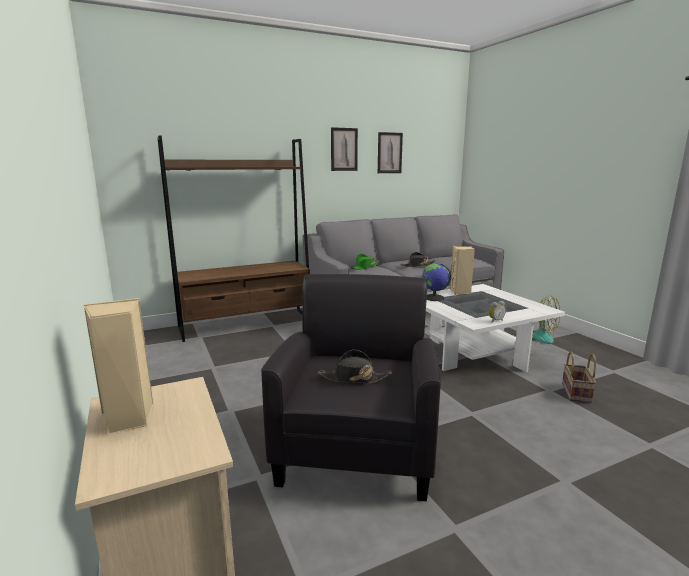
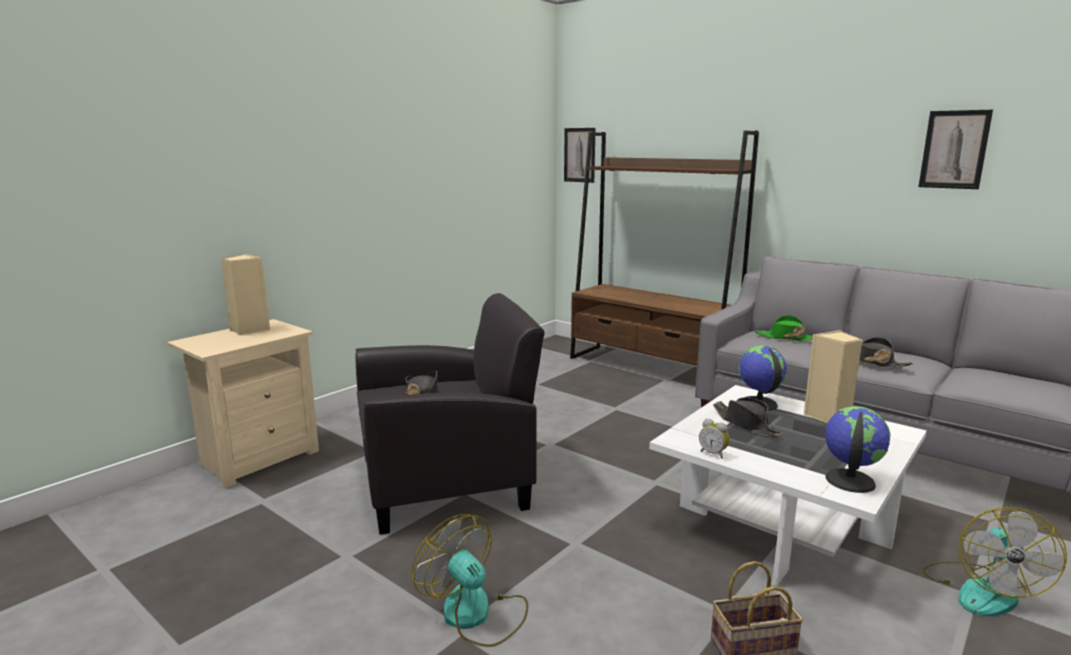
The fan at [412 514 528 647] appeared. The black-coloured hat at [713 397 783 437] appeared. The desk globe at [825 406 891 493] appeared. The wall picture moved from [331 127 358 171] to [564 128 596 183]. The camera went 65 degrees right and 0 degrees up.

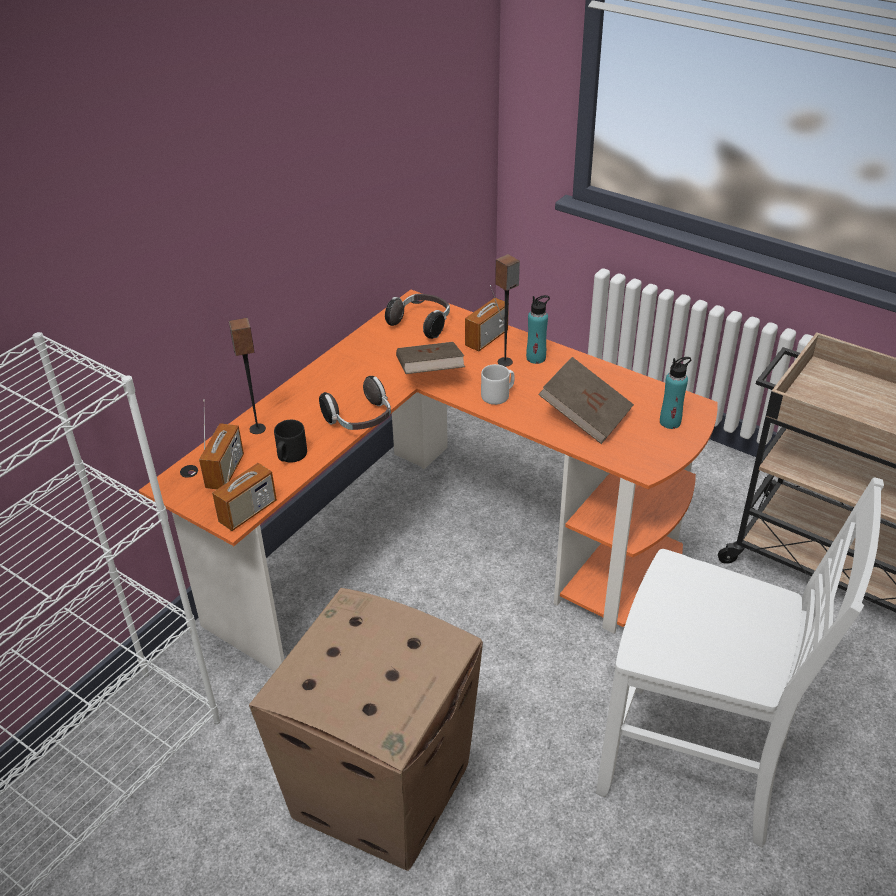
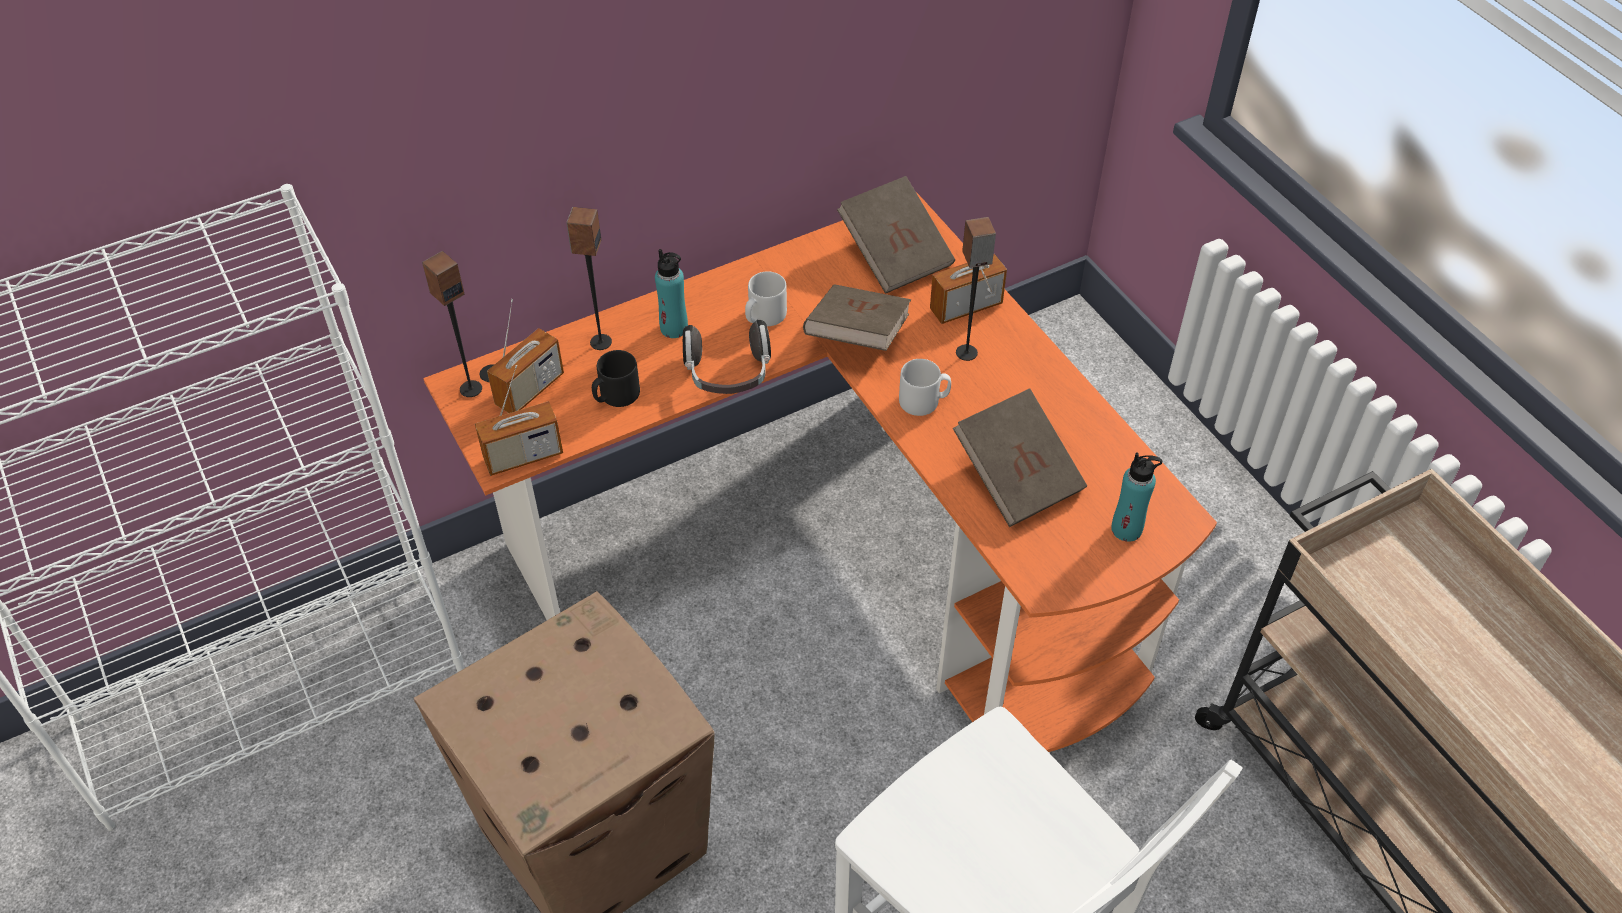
The audio speaker at [422 251 482 397] appeared. The gray mug at [745 271 787 326] appeared. The turquoise-coloured drink bottle moved from [526 295 550 364] to [655 249 688 338]. The headphones at [385 294 450 339] was replaced by the brown bound book at [837 176 955 294]. The camera went 25 degrees right and 10 degrees up.

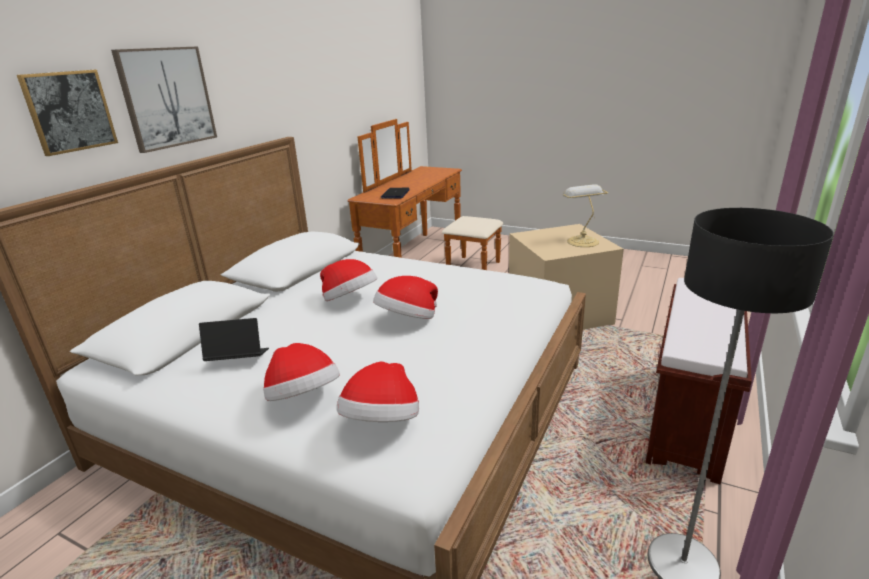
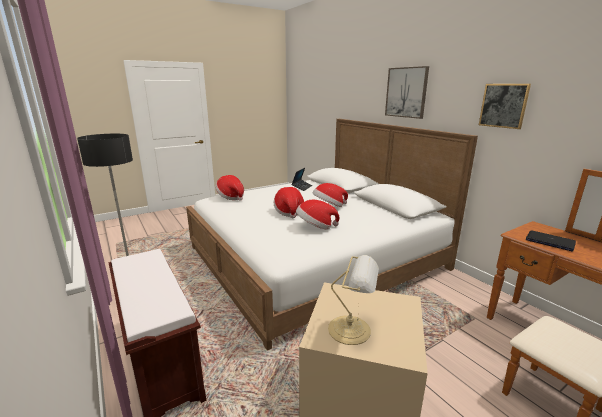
The wall picture moved from [17 70 118 156] to [479 84 531 129]. The hat moved from [263 343 340 401] to [296 200 339 229]. The camera went 120 degrees right and 5 degrees down.

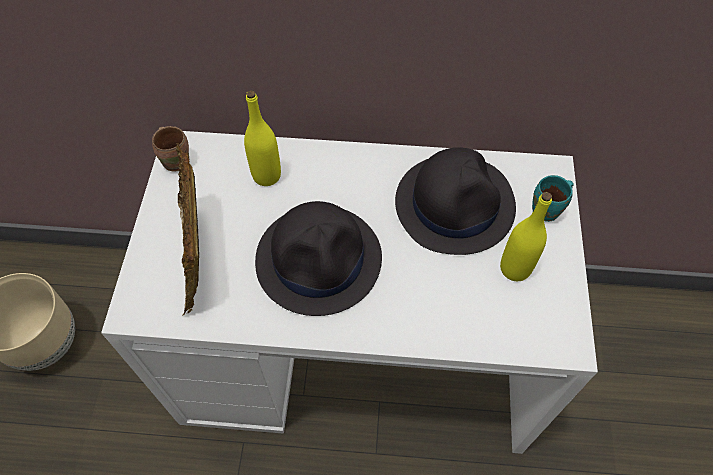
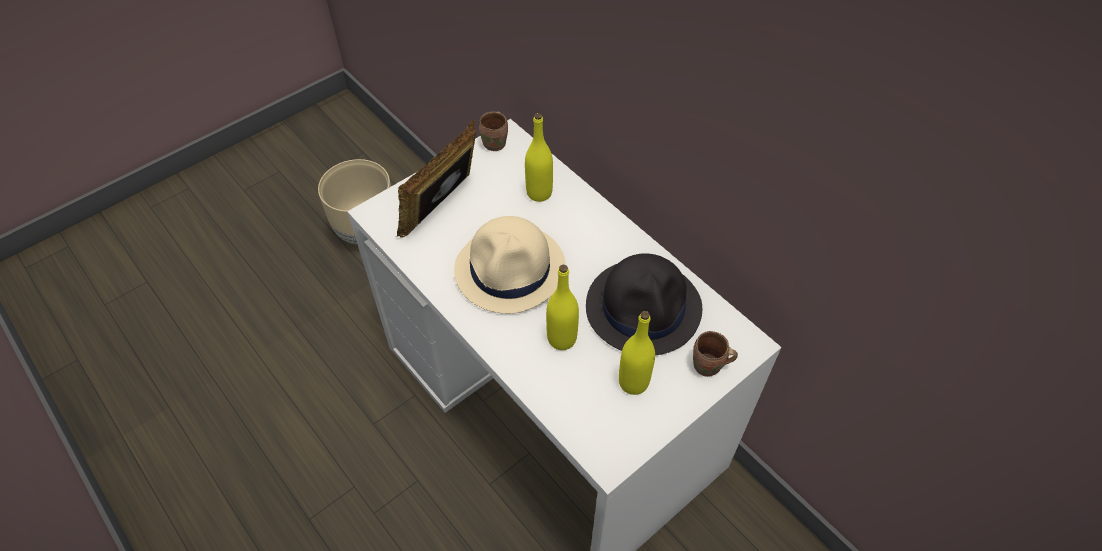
The yellowish drink bottle at [546 265 579 350] appeared. The black-coloured hat at [255 201 382 316] became the sand-coloured hat at [454 216 566 314]. The turquoise-coloured mug at [532 175 574 222] became the brown mug at [693 331 738 377]. The camera went 45 degrees right and 5 degrees down.

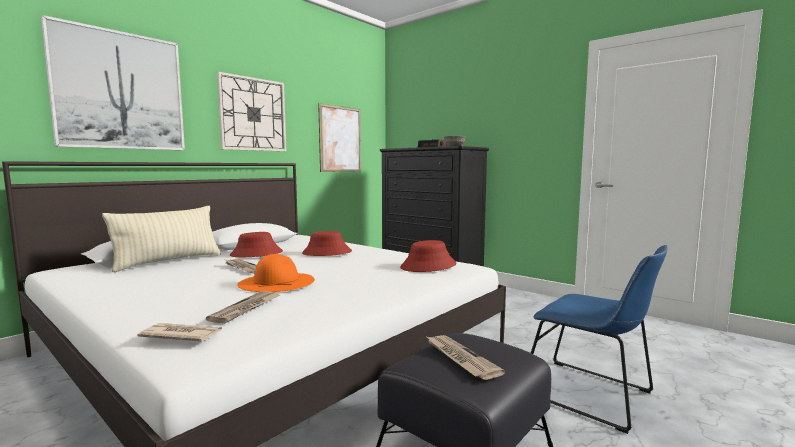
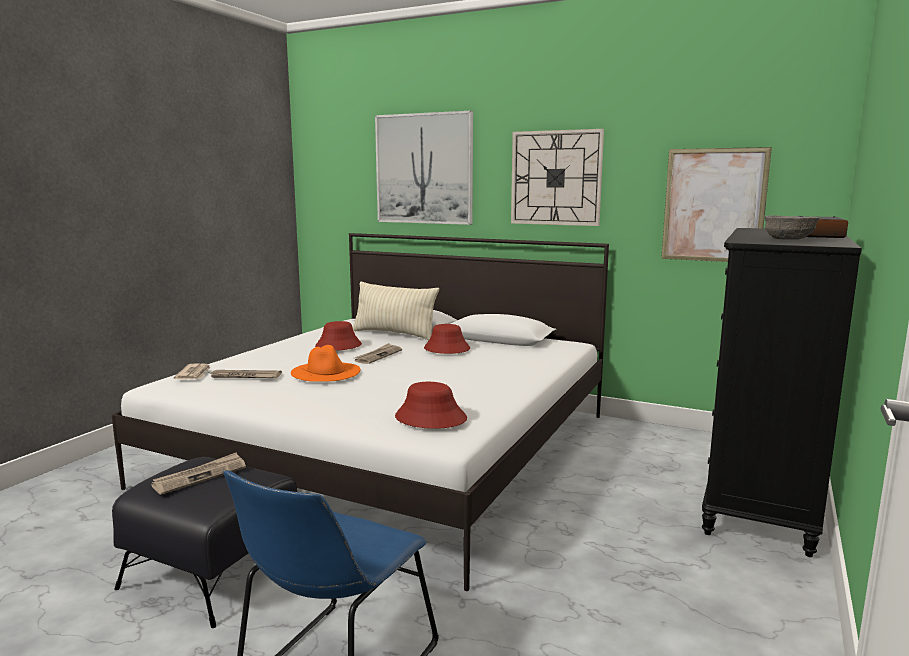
The red-coloured hat moved from [302 231 352 256] to [315 321 362 351]. The camera went 75 degrees right and 5 degrees up.

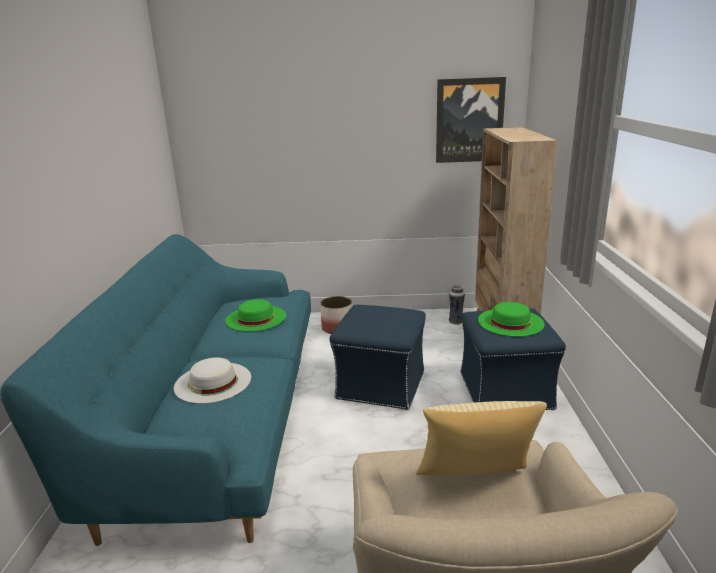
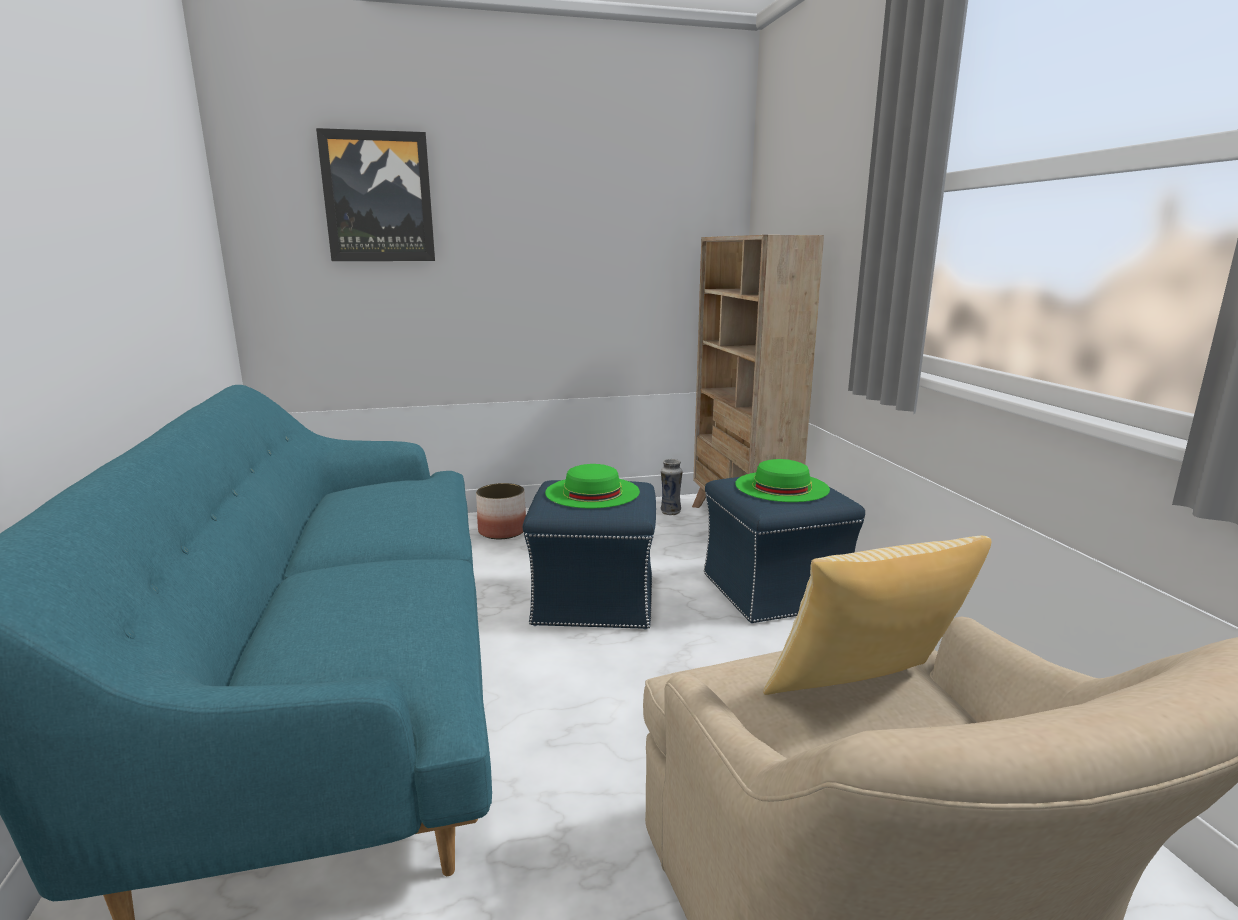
The white hat at [174 357 251 404] disappeared. The greenish hat moved from [225 299 286 332] to [545 464 640 508]. The wall picture moved from [436 77 506 163] to [316 128 435 261]. The camera went 15 degrees left and 5 degrees down.

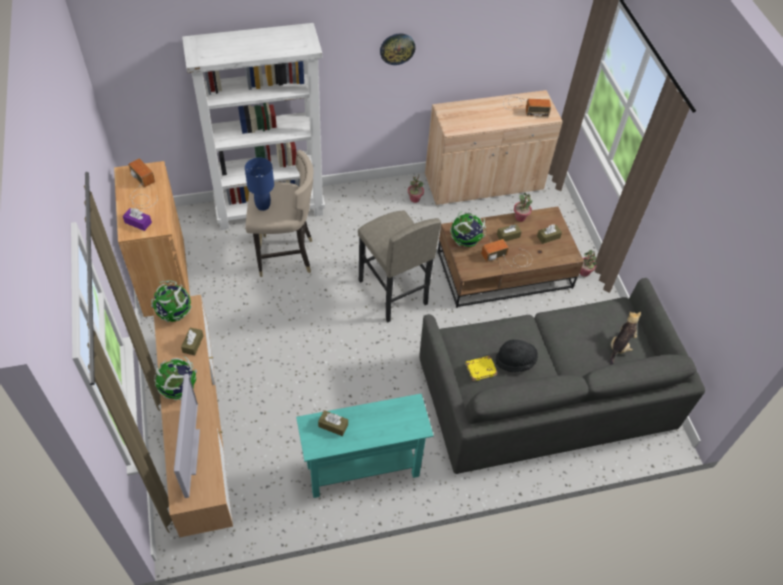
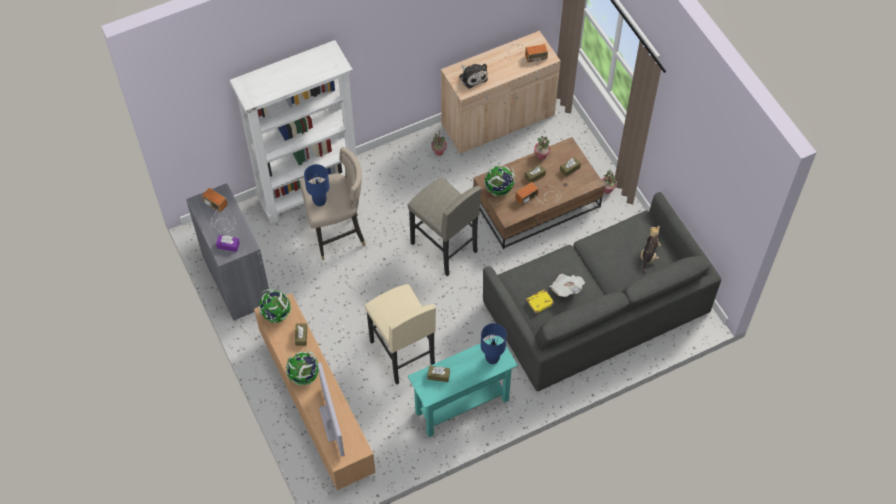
The hanging clock at [380 33 416 65] disappeared. The sand-coloured sitting stool at [365 284 436 385] appeared. The cuddly toy at [459 64 488 89] appeared. The blue-coloured lamp for a table at [481 323 507 364] appeared. The black-coloured hat at [496 340 538 372] was replaced by the printed paper at [550 274 585 297]. The brown cupboard at [114 161 190 317] became the gray cupboard at [186 183 270 321]. The camera went 10 degrees left and 5 degrees up.

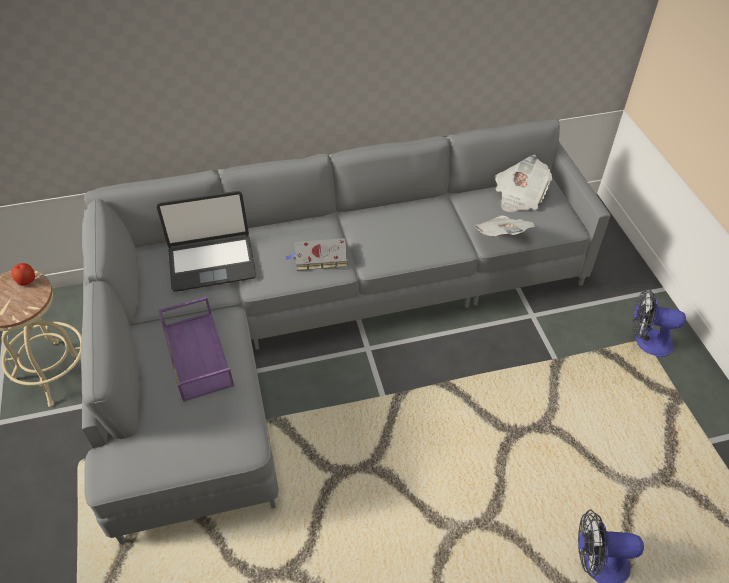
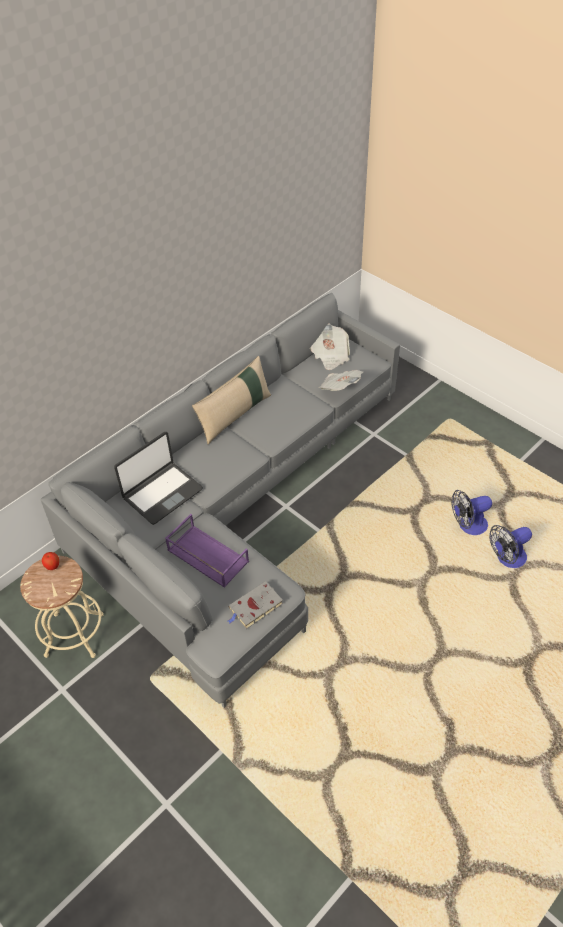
The sand-coloured throw pillow at [192 356 271 444] appeared. The gray bound book moved from [285 238 348 271] to [228 581 283 629]. The fan moved from [633 289 686 357] to [451 490 492 535]. The camera went 30 degrees left and 0 degrees up.

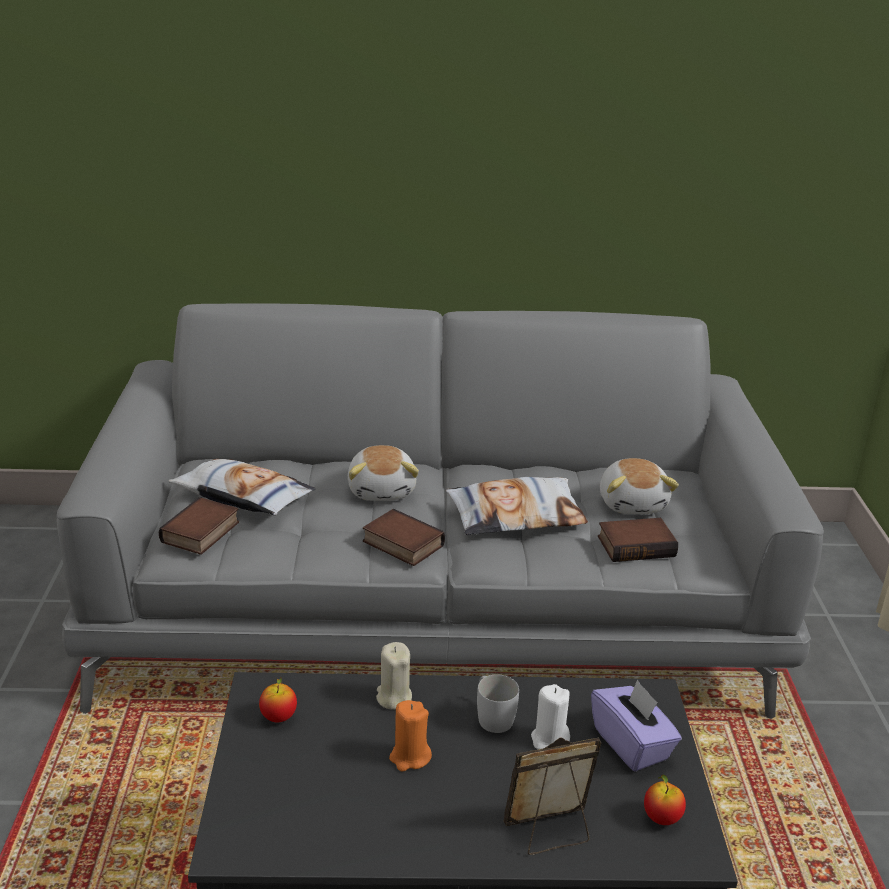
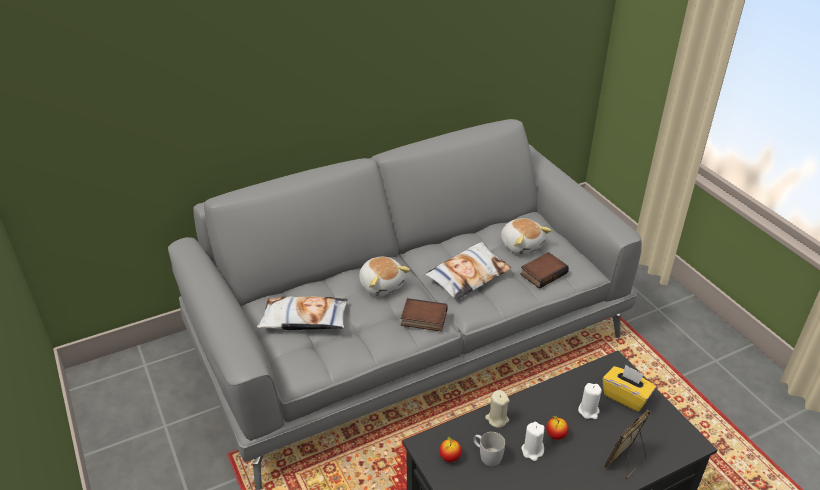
The bound book at [159 497 239 555] disappeared. The white mug moved from [477 674 519 733] to [473 432 505 466]. The apple moved from [644 775 686 825] to [546 415 568 440]. The orange-coloured wax candle at [389 700 432 772] became the white wax candle at [521 422 544 461]. The purple tissue holder at [591 679 682 771] became the yellowish tissue holder at [603 364 656 412]. The camera went 25 degrees left and 10 degrees up.

